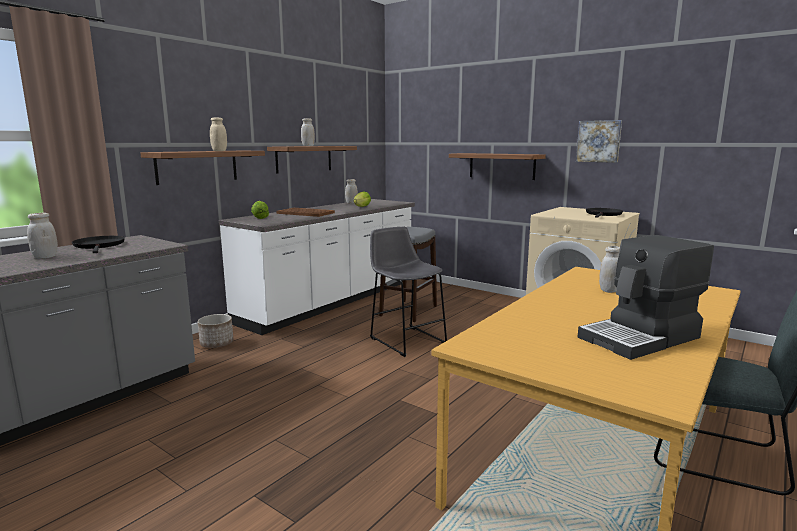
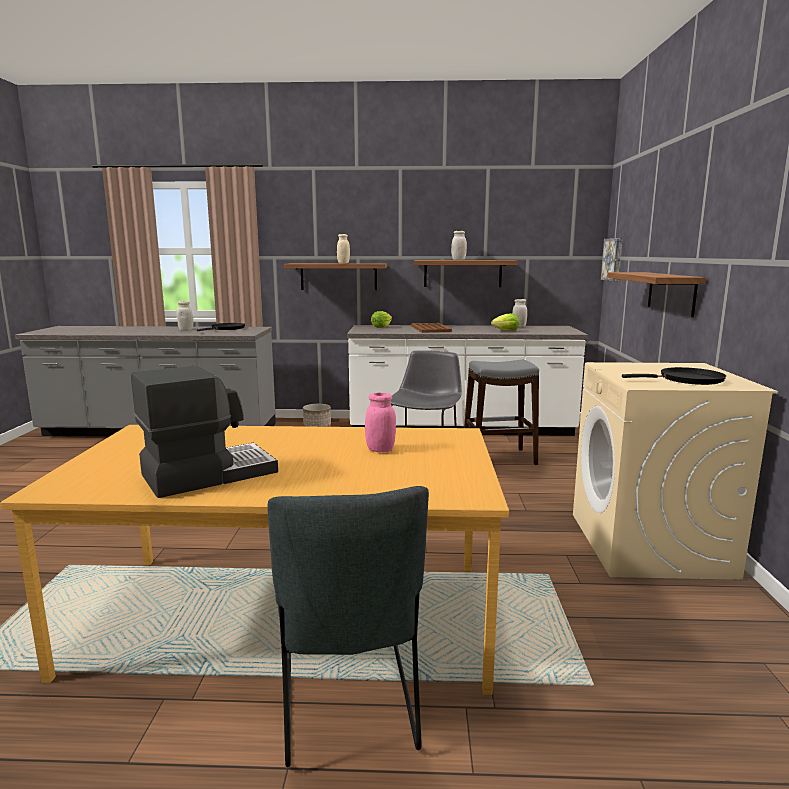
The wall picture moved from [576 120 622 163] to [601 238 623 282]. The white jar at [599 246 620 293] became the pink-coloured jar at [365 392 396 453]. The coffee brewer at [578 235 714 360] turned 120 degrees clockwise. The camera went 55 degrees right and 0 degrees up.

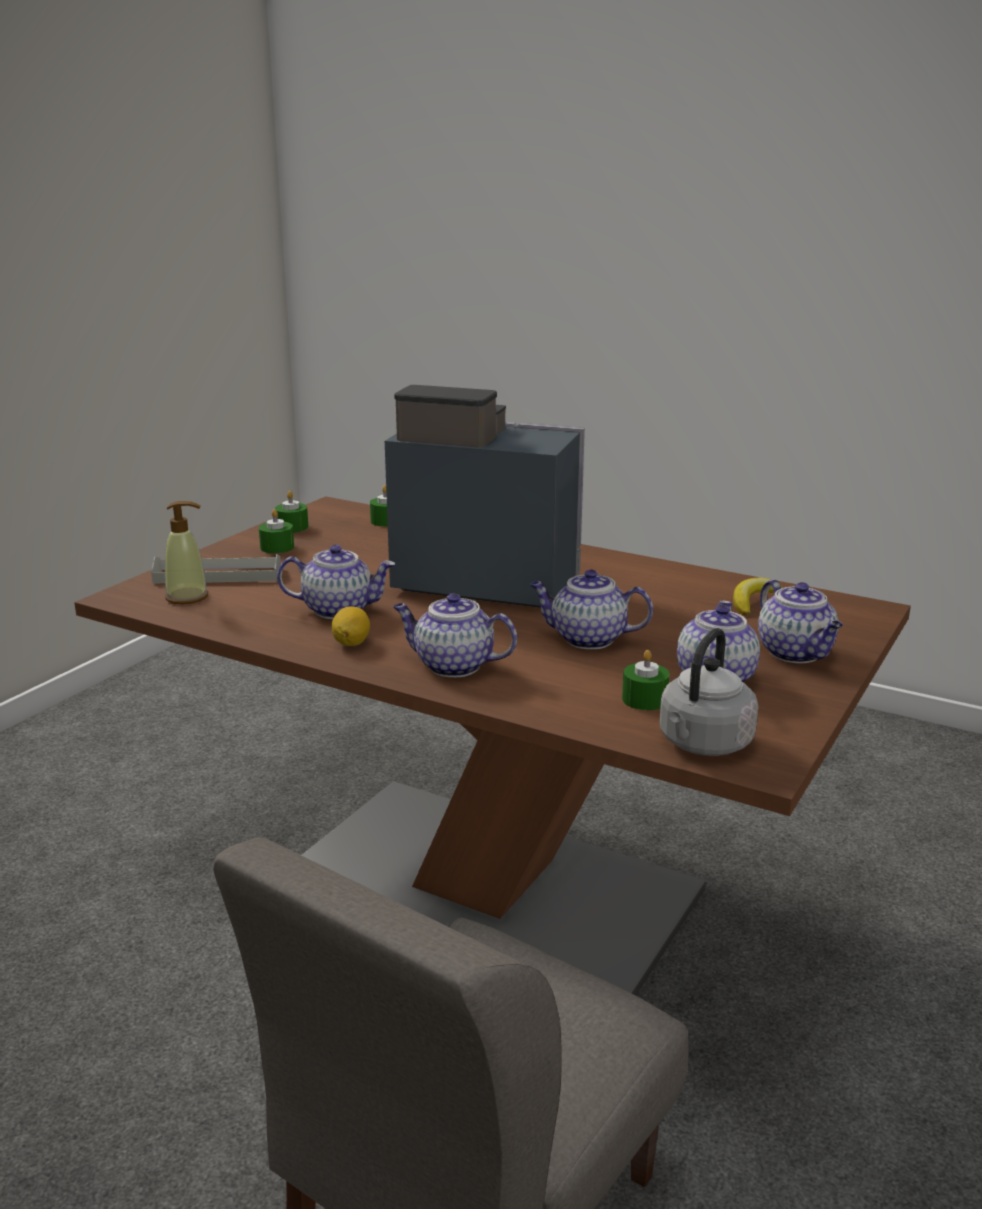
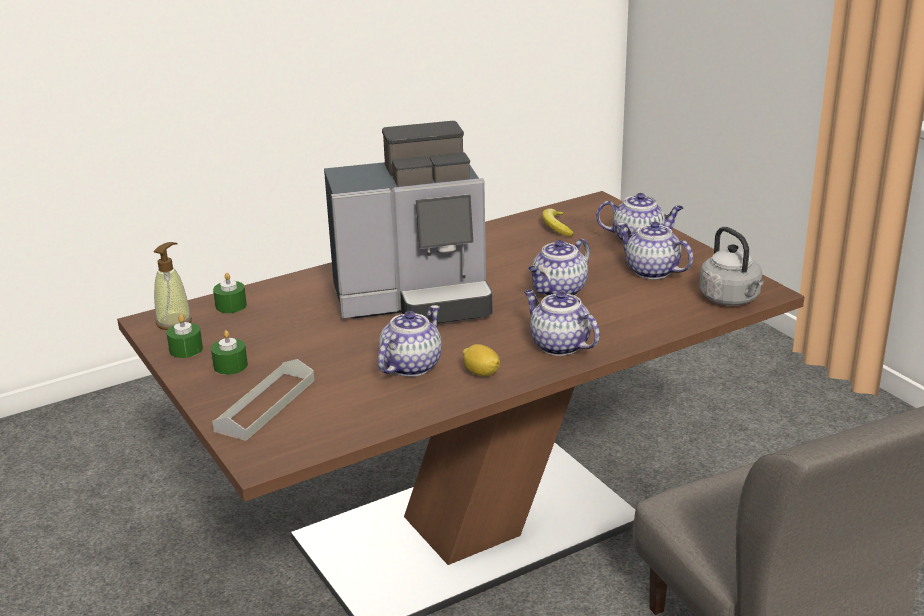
The greenish wax candle at [622 650 670 710] disappeared. The soap bottle moved from [165 501 208 604] to [154 242 192 330]. The coffee brewer at [385 385 585 608] turned 150 degrees counterclockwise. The teapot at [393 593 517 677] turned 90 degrees clockwise. The camera went 60 degrees left and 5 degrees up.

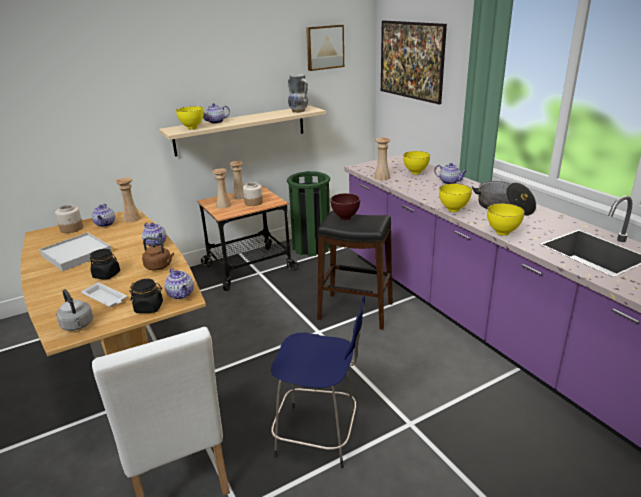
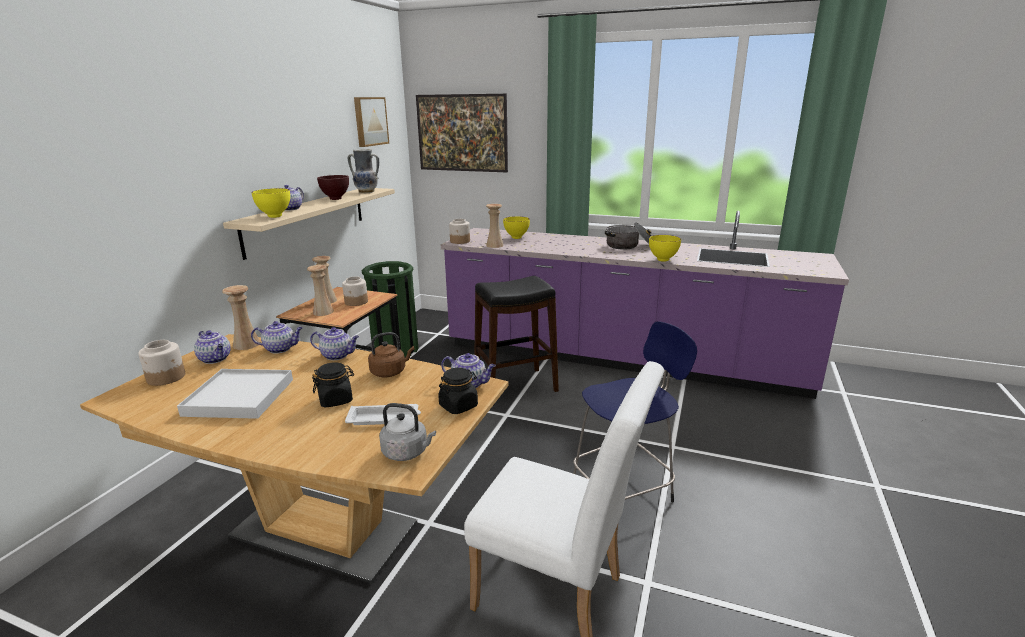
The yellowish serving bowl at [439 184 472 212] disappeared. The jar at [449 219 470 244] appeared. The brown serving bowl moved from [330 193 360 220] to [317 175 349 200]. The teapot moved from [434 163 467 184] to [251 321 303 353]. The camera went 40 degrees left and 5 degrees down.

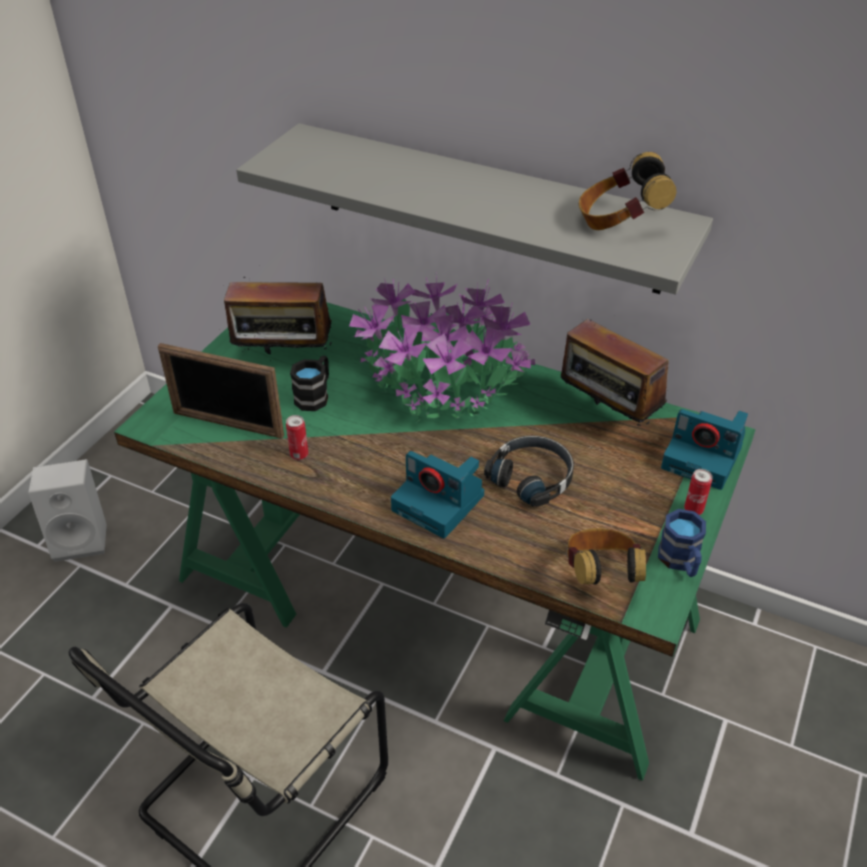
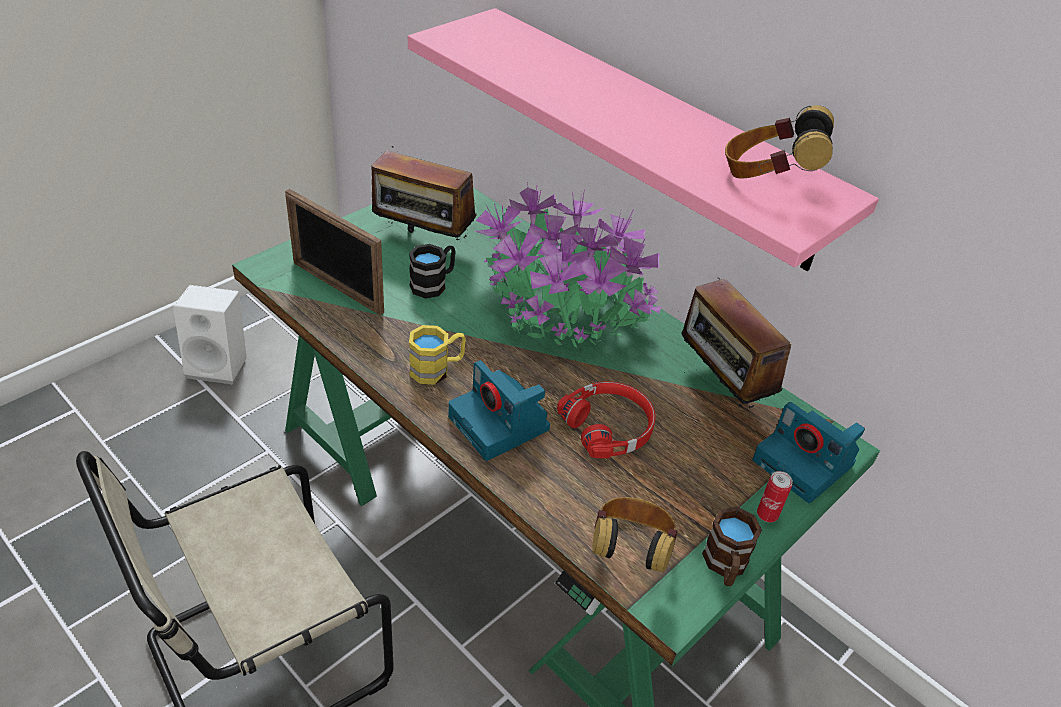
The sealed can at [286 415 308 460] disappeared. The yellowish mug at [409 325 466 385] appeared. The gray shelf at [236 123 713 294] became the pink-coloured shelf at [408 8 879 271]. The black-coloured headphones at [484 435 574 507] became the red-coloured headphones at [557 381 656 458]. The blue-coloured mug at [658 509 706 577] became the brown mug at [702 507 762 586]. The camera went 15 degrees right and 0 degrees up.

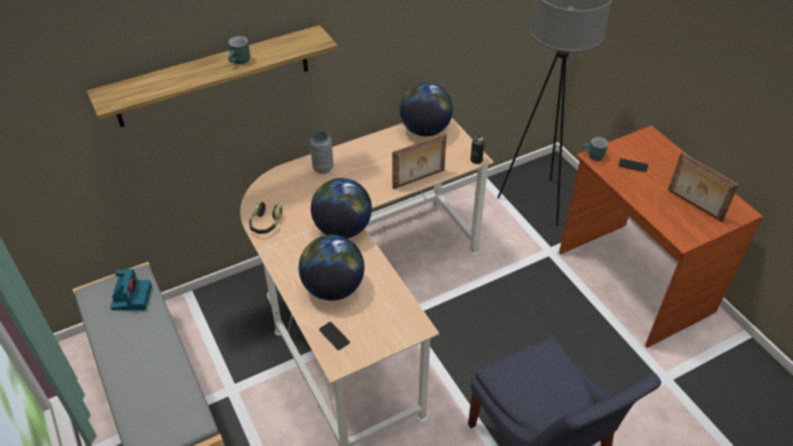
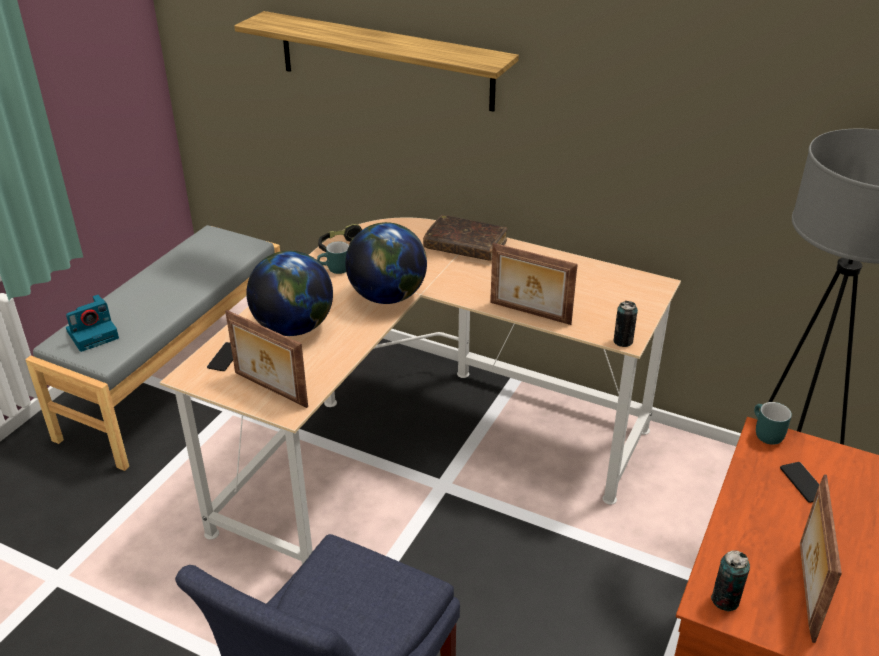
The desk globe at [400 83 453 136] disappeared. The picture frame at [225 310 308 408] appeared. The sealed can at [711 550 750 612] appeared. The photo camera moved from [110 269 152 310] to [66 294 119 352]. The turquoise-coloured mug moved from [228 36 250 64] to [317 241 349 274]. The gray vase at [310 131 334 174] was replaced by the brown bound book at [423 215 508 261]. The camera went 55 degrees right and 10 degrees down.

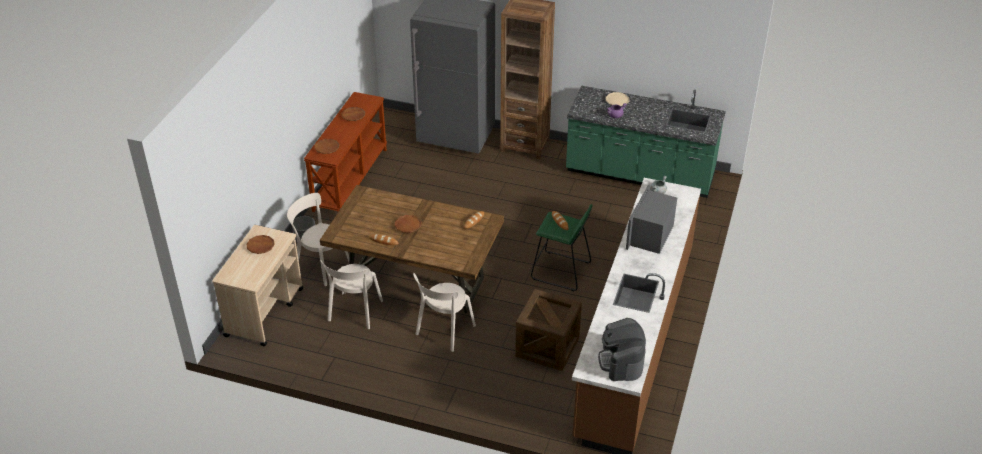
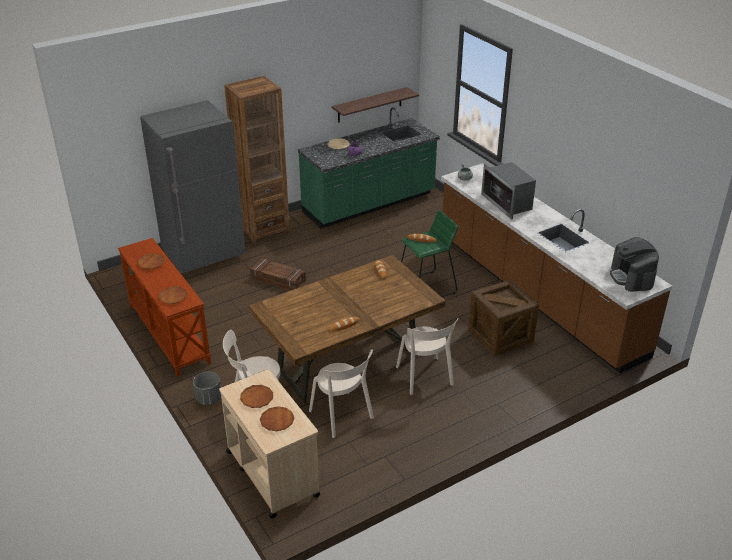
The crate at [250 258 306 290] appeared. The shelf at [332 87 419 123] appeared. The brown plate moved from [394 215 421 233] to [260 406 294 431]. The coffee brewer at [598 318 646 381] turned 45 degrees clockwise. The camera went 50 degrees left and 5 degrees down.

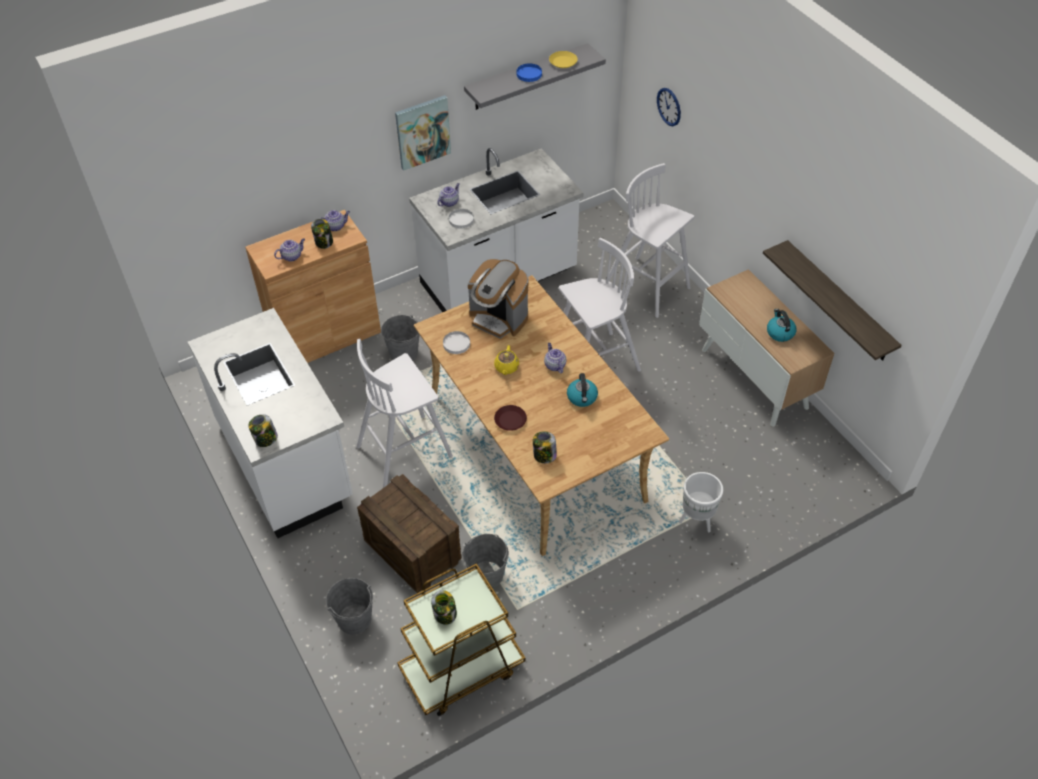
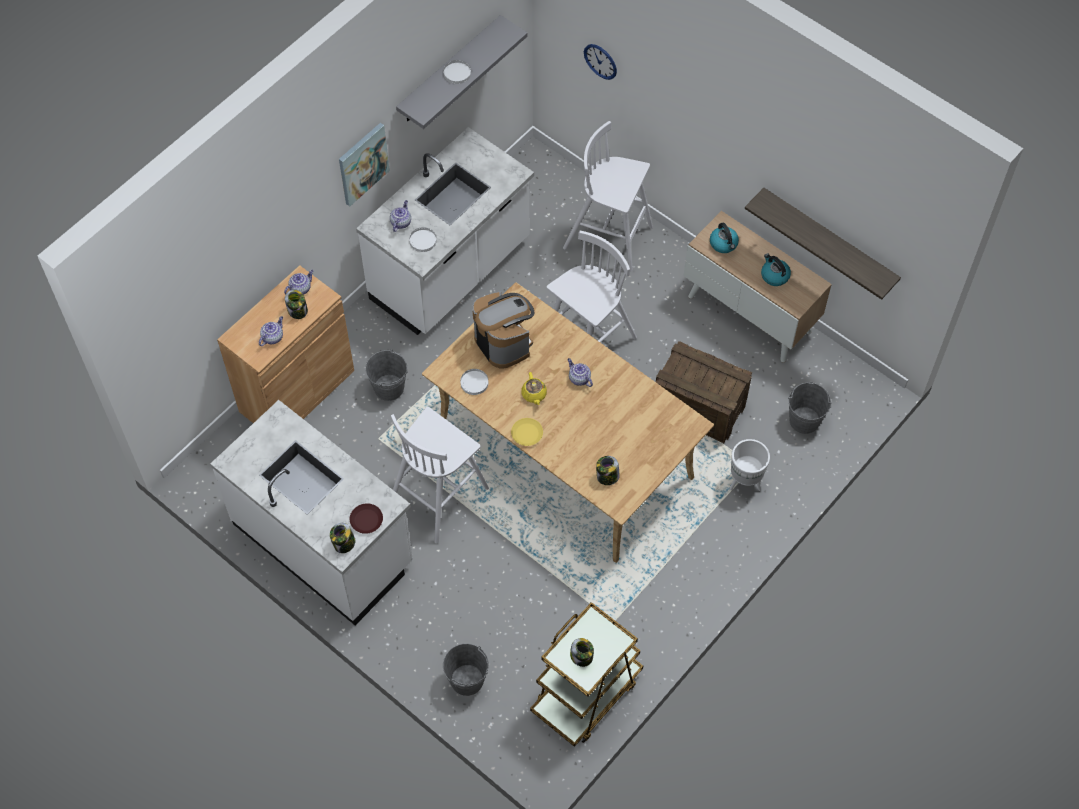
The crate moved from [357 474 461 593] to [656 341 752 443]. The gray water bucket moved from [463 534 509 588] to [788 382 832 434]. The brown plate moved from [494 405 527 431] to [350 503 383 534]. The yellowish plate moved from [549 51 578 68] to [511 418 543 446]. The kettle moved from [567 373 598 407] to [710 223 739 253]. The blue-coloured plate at [517 63 542 82] became the white plate at [443 60 471 84]. The coffee brewer at [468 259 528 339] turned 135 degrees counterclockwise. The camera went 20 degrees left and 10 degrees up.

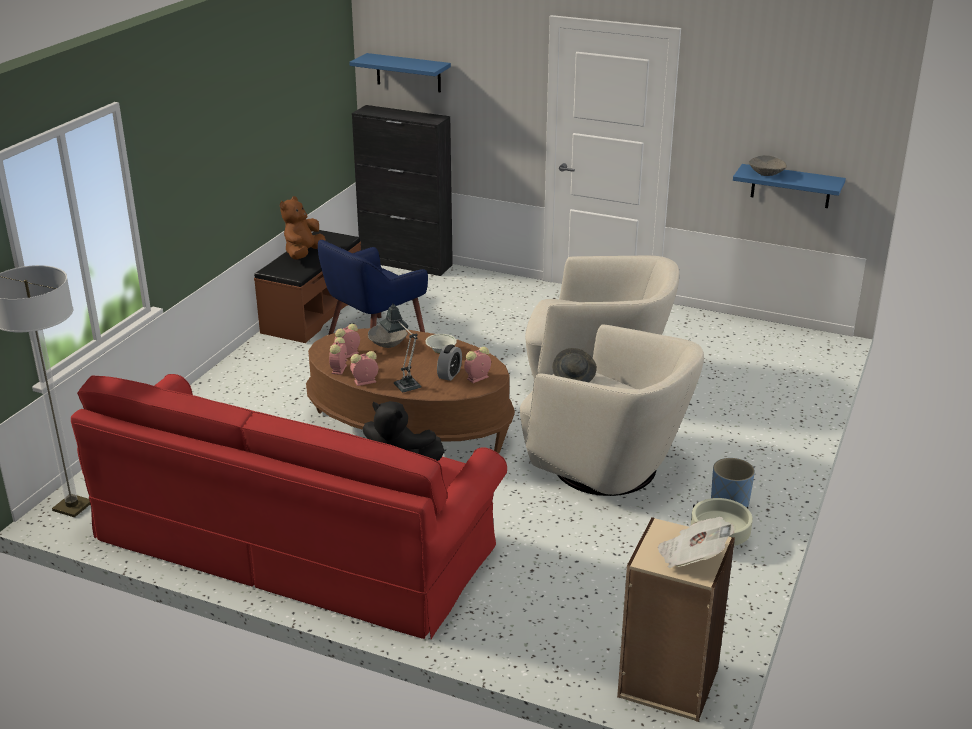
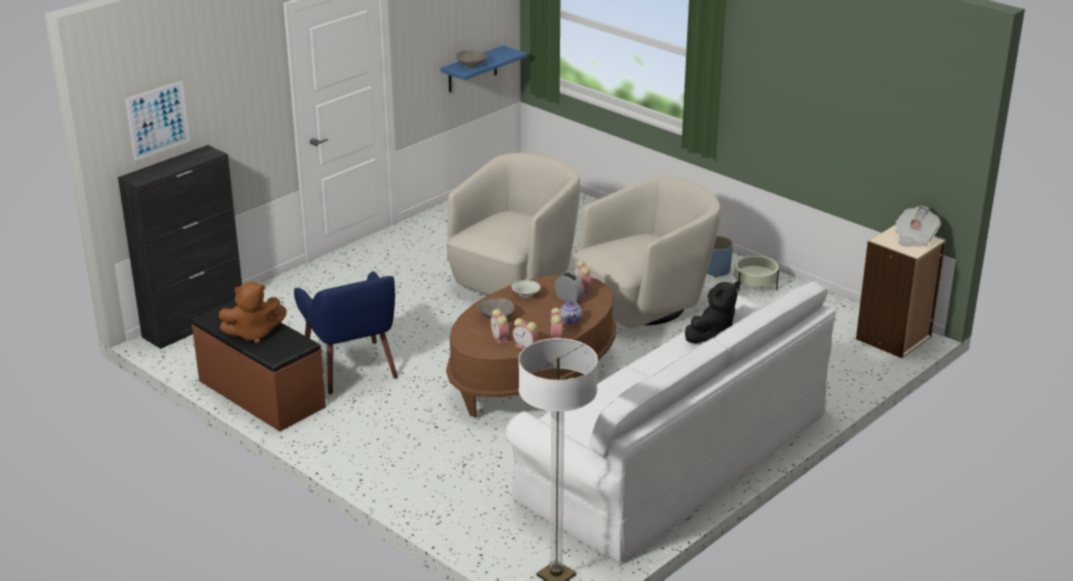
The gray hat at [552 348 597 382] disappeared. The blue-coloured shelf at [349 53 451 92] was replaced by the wall picture at [126 81 190 160]. The lamp for a table at [380 303 421 392] was replaced by the teapot at [560 298 582 324]. The red-coloured sofa at [71 374 507 639] became the white sofa at [505 280 836 563]. The brown cuddly toy at [280 196 326 260] turned 60 degrees counterclockwise. The camera went 70 degrees left and 0 degrees up.

